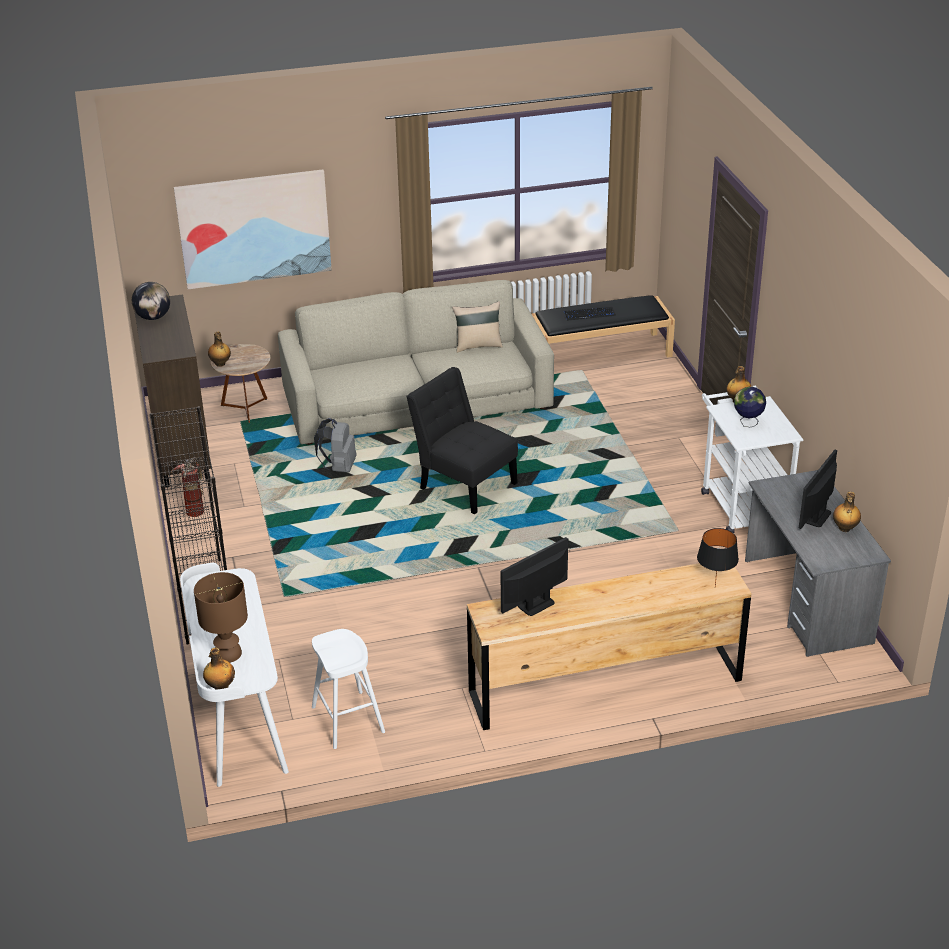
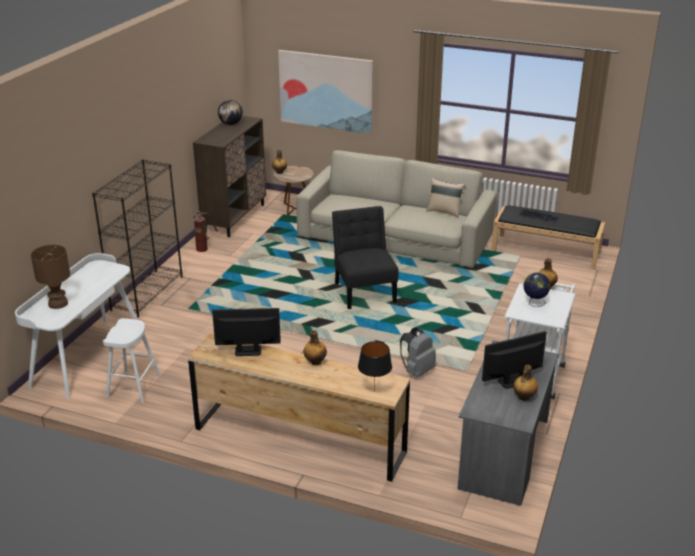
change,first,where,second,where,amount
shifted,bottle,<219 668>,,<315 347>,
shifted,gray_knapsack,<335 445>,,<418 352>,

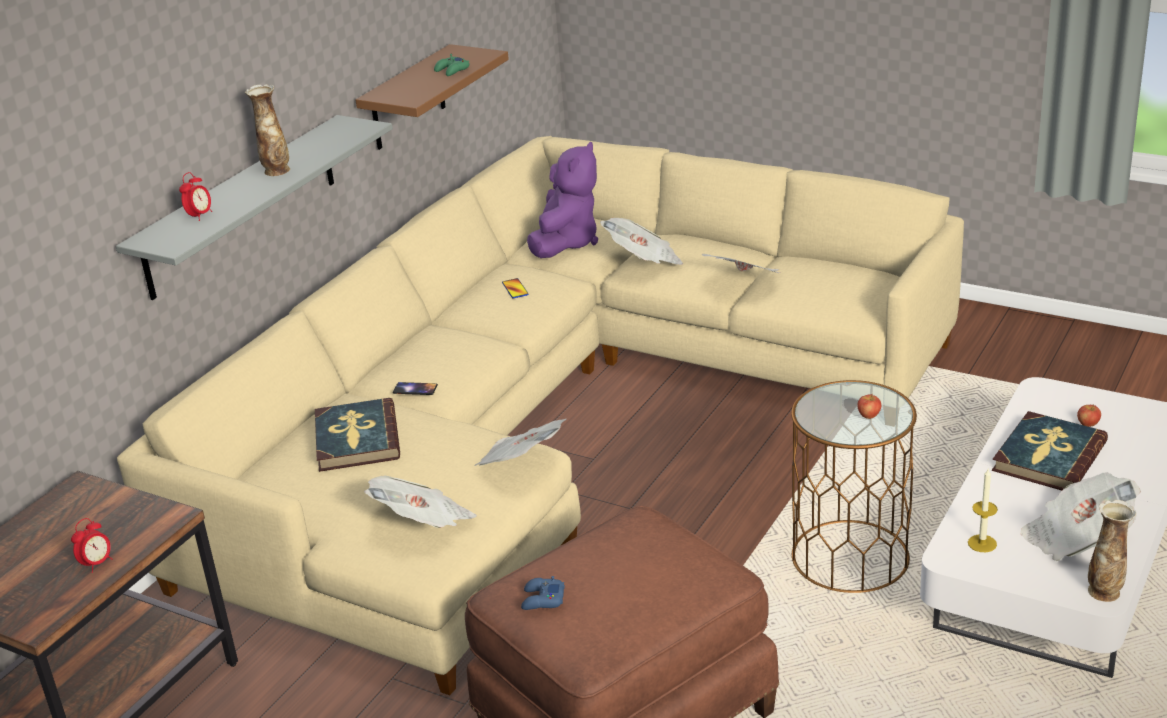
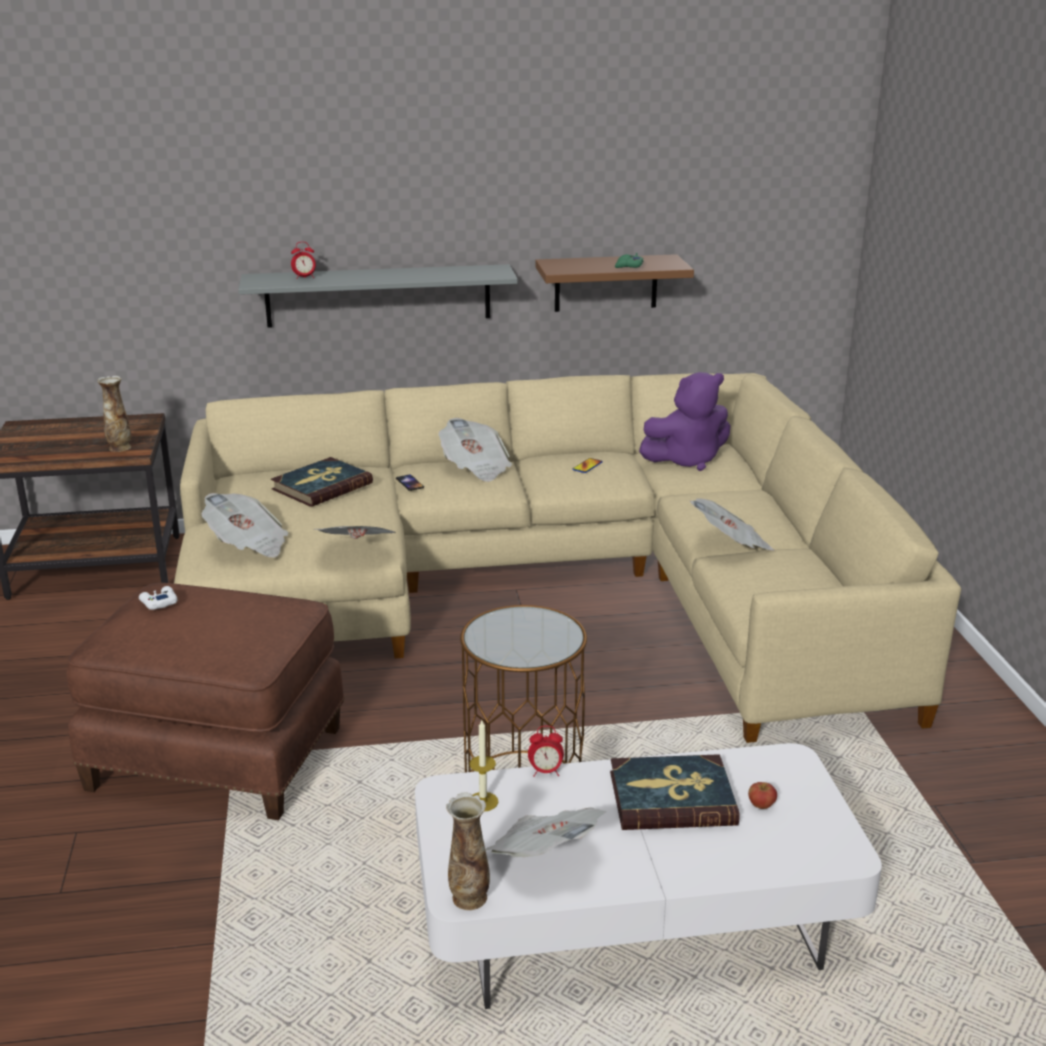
change,first,where,second,where,amount
shifted,table_clock,<91 545>,,<546 751>,
shifted,decorative_vase,<267 130>,,<114 414>,
repainted,bluish_joypad,<543 593>,whitish_joypad,<158 598>,
shifted,newspaper,<642 241>,,<475 450>,
gone,apple_fruit,<869 406>,,,

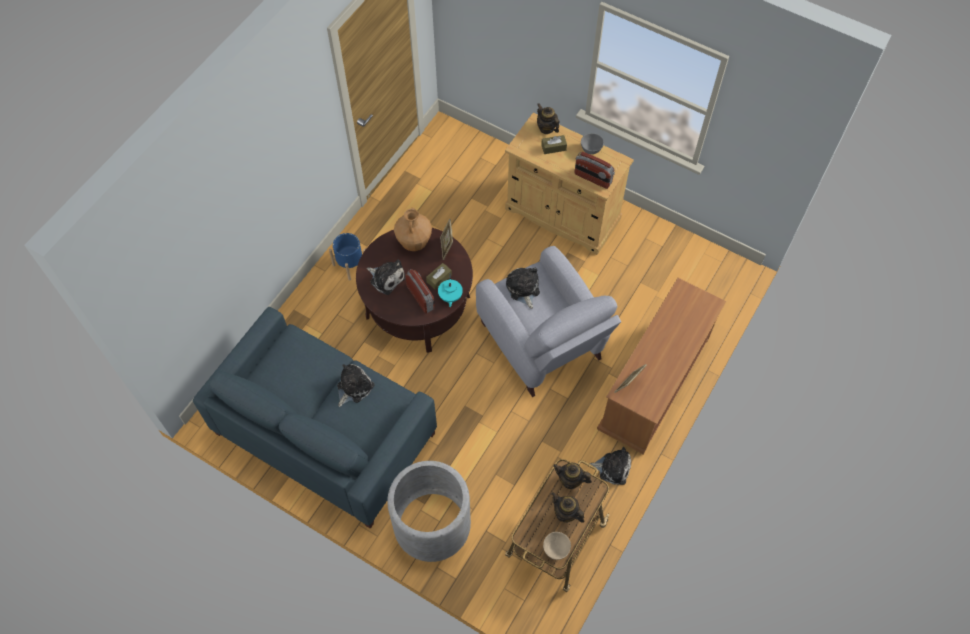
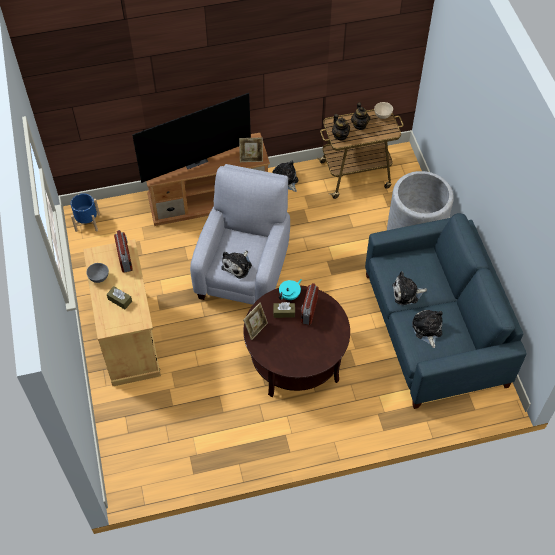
change,first,where,second,where,amount
shifted,bluish_planter,<347 257>,,<85 212>,
shifted,soft_toy,<386 277>,,<427 329>,
gone,brown-coloured_decorative_vase,<413 229>,,,
gone,tea_pot,<548 118>,,,
new,,,TV,<191 138>,

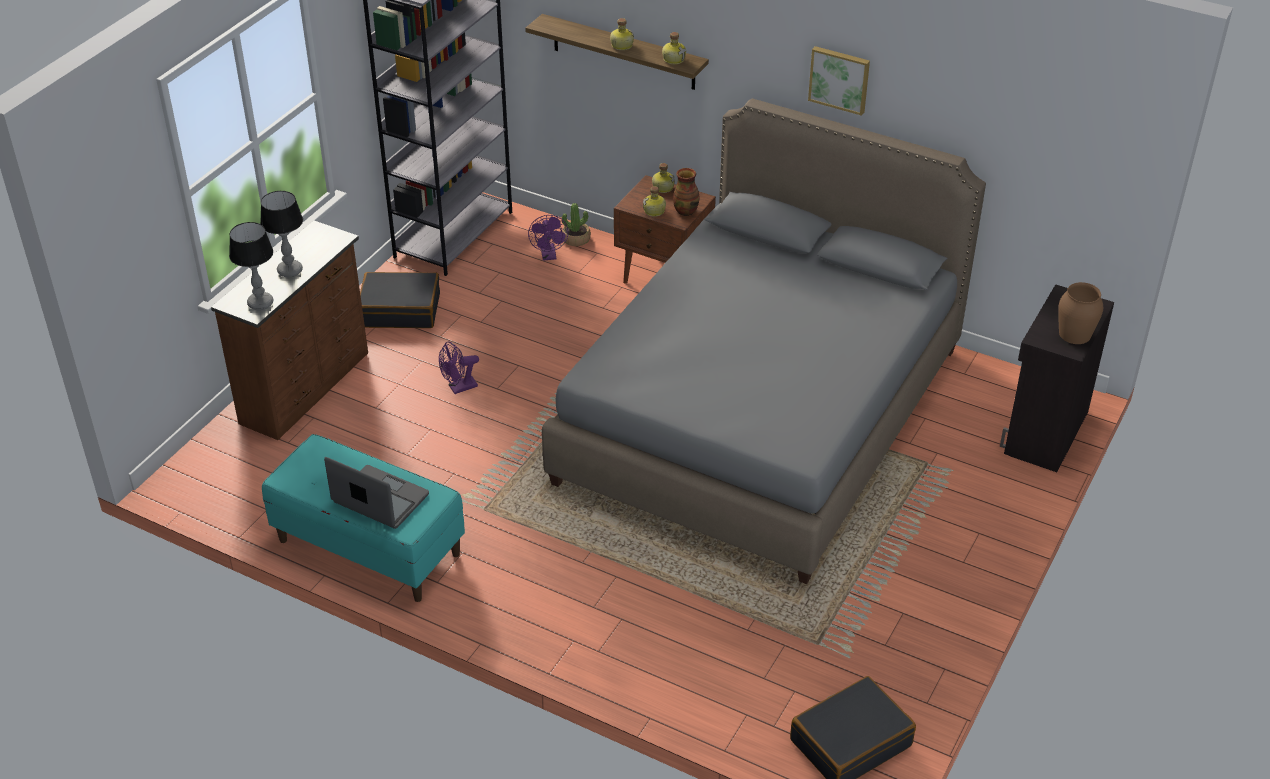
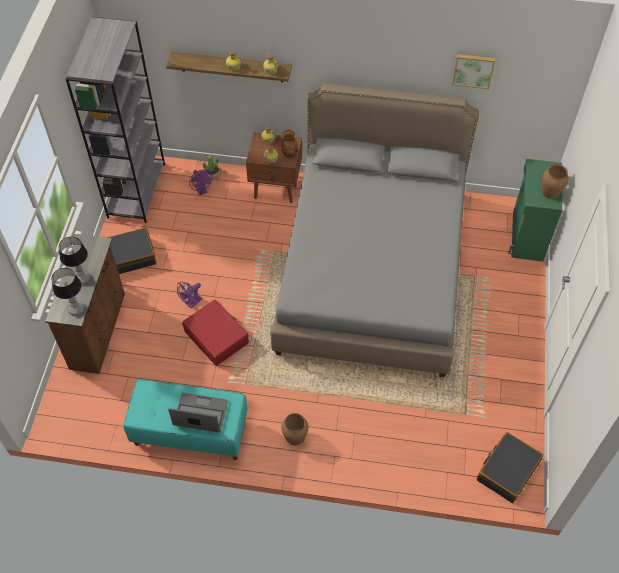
change,first,where,second,where,amount
shifted,wall_picture,<839 81>,,<473 71>,
repainted,blackish_storage_cabinet,<1057 378>,greenish_storage_cabinet,<535 210>,
new,,,red-coloured_piece_of_luggage,<215 333>,
new,,,brown-coloured_decorative_vase,<295 429>,

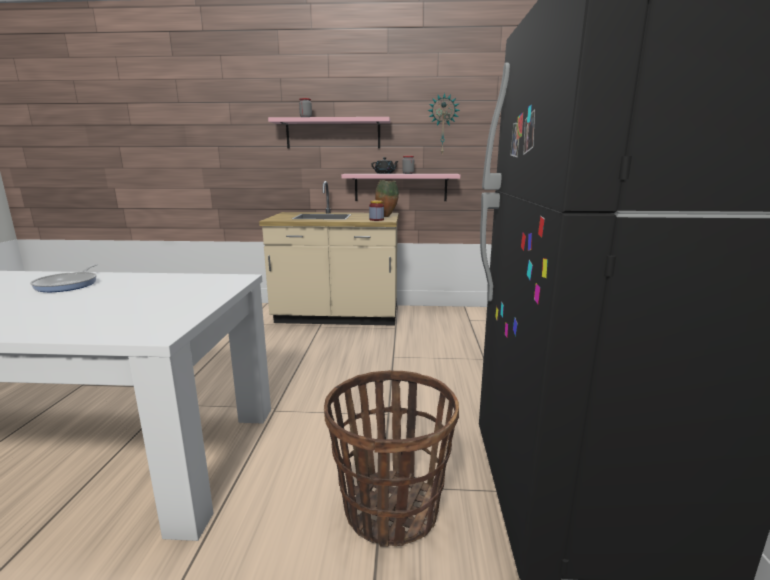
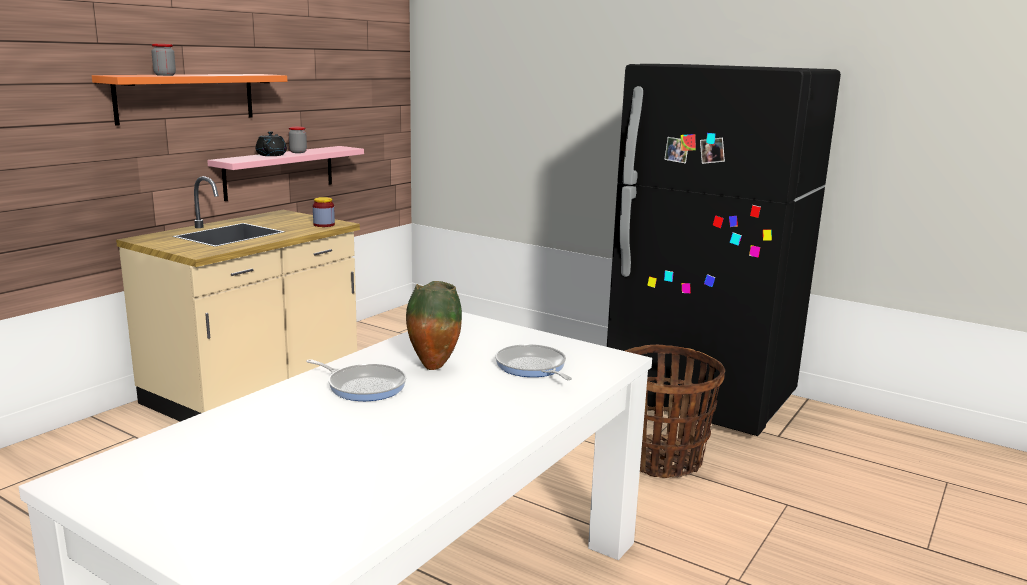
change,first,where,second,where,amount
repainted,pinkish_wall_shelf,<329 133>,orange_wall_shelf,<189 100>,
shifted,decorative_vase,<387 198>,,<434 325>,
gone,clock_on_the_wall,<443 123>,,,
new,,,skillet,<533 362>,

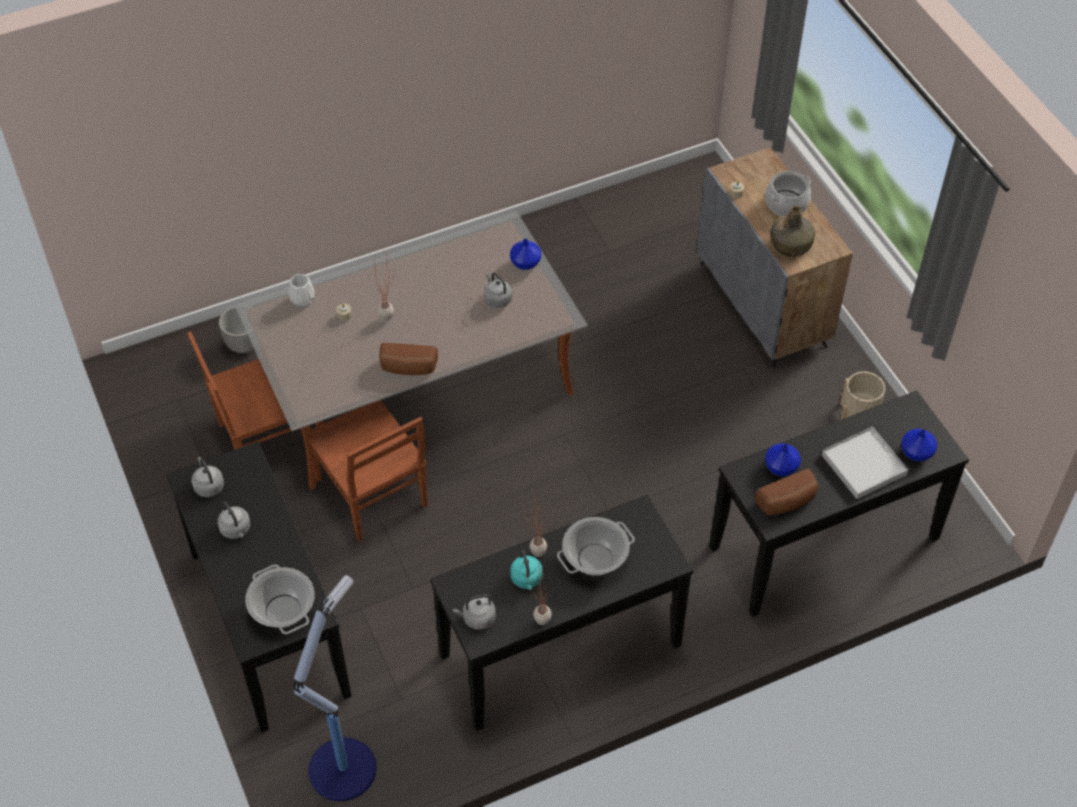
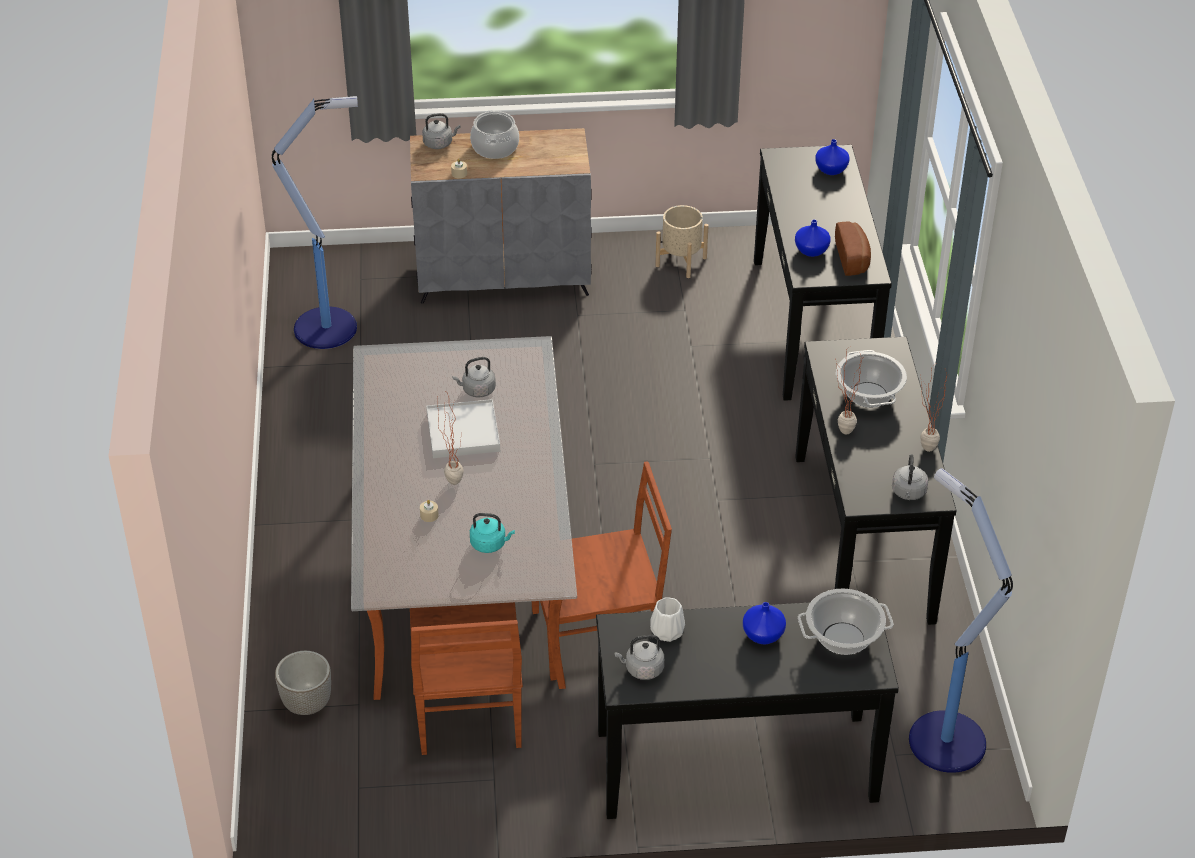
change,first,where,second,where,amount
shifted,gray_tea_kettle,<234 520>,,<441 131>,
shifted,whitish_decorative_vase,<302 290>,,<667 619>,
gone,baked_bread,<408 359>,,,
shifted,bluish_decorative_vase,<525 254>,,<764 623>,
shifted,turquoise-coloured_tea_kettle,<526 570>,,<492 533>,
gone,greenish_bottle,<792 231>,,,
shifted,whitish_tray,<865 463>,,<463 428>,
new,,,standard_lamp,<315 222>,

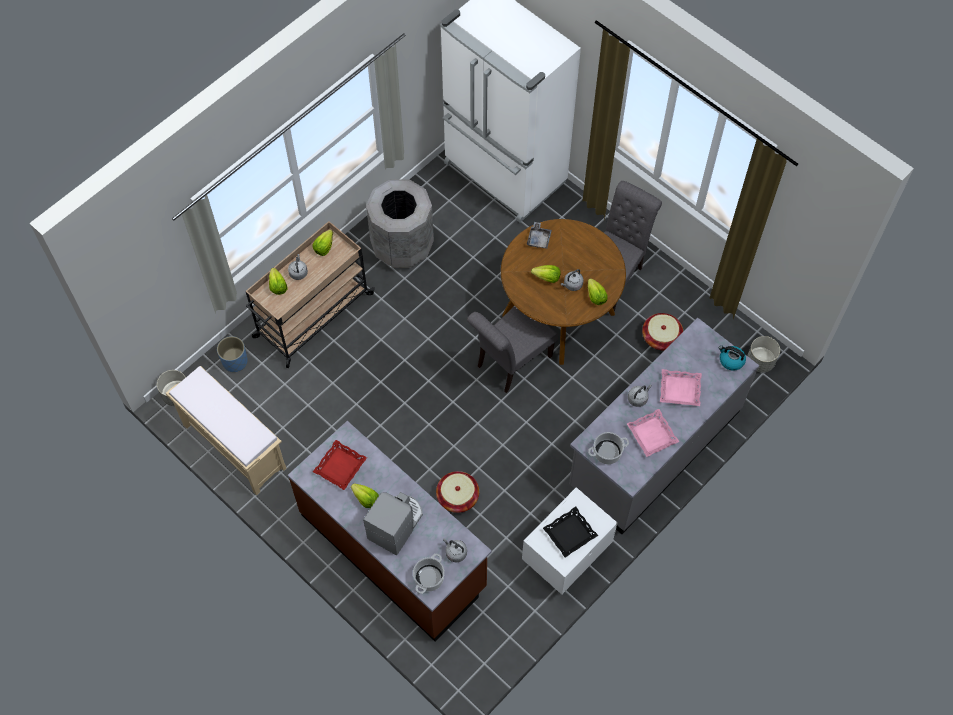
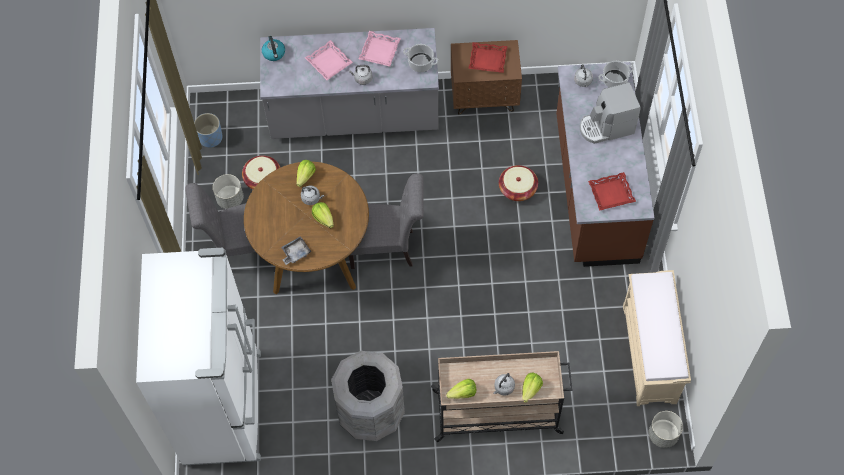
change,first,where,second,where,amount
shifted,bluish_planter,<232 354>,,<208 130>,
gone,head_of_lettuce,<365 495>,,,
repainted,whitish_nightstand,<569 540>,brown-coloured_nightstand,<486 77>,
repainted,blackish_tray,<570 532>,red-coloured_tray,<488 57>,
shifted,gray_planter,<763 354>,,<228 191>,

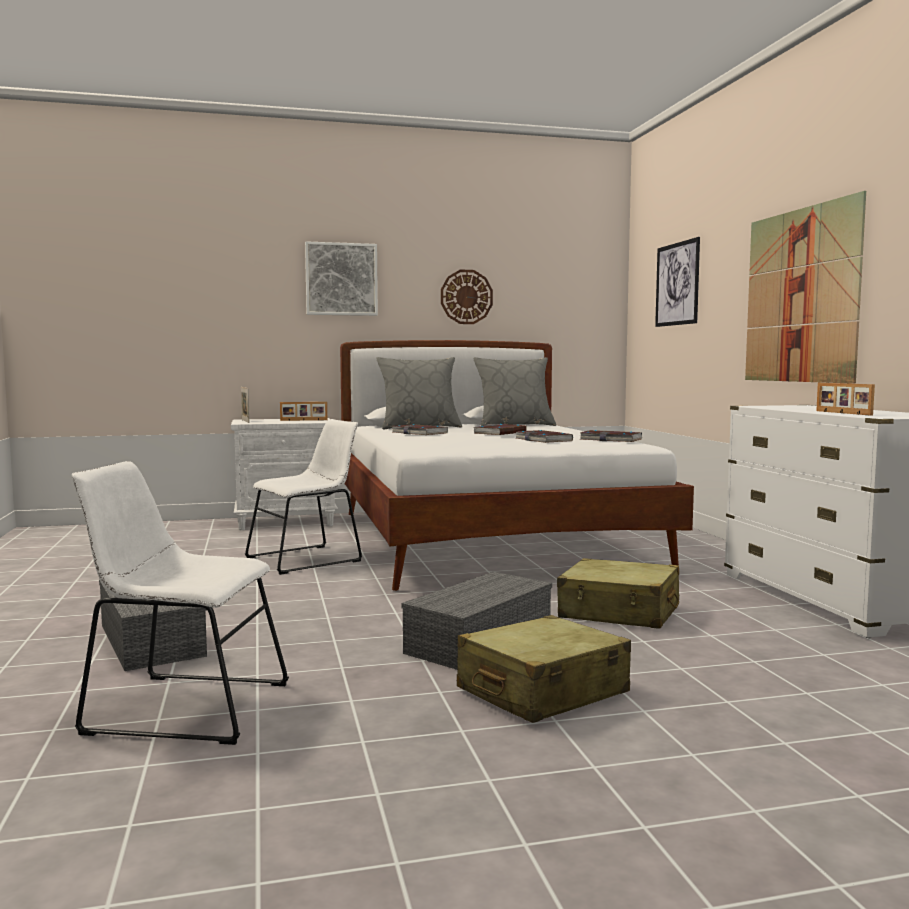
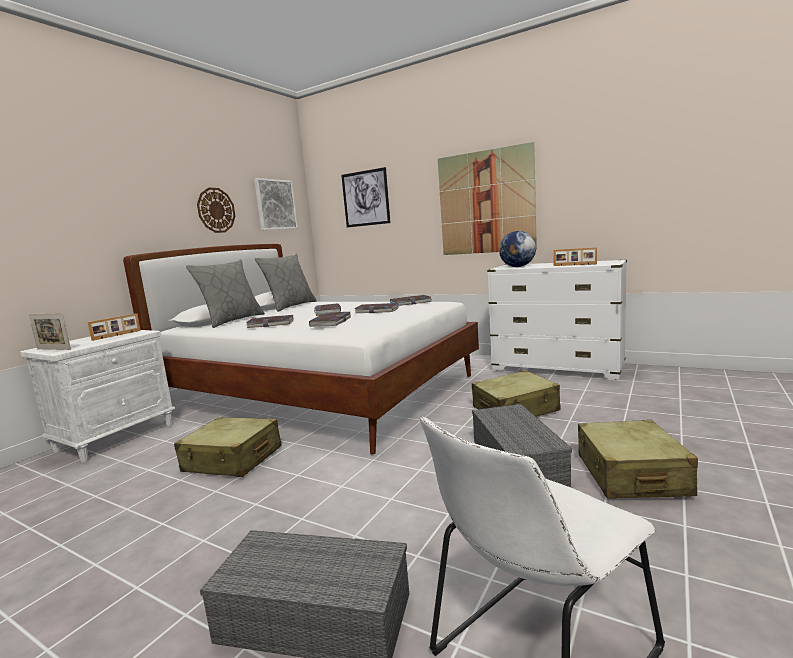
change,first,where,second,where,amount
swapped,whitish_plain_chair,<303 497>,beige-coloured_piece_of_luggage,<228 447>,
shifted,wall_picture,<341 278>,,<276 204>,
new,,,volume,<330 319>,
new,,,world_globe,<517 249>,

